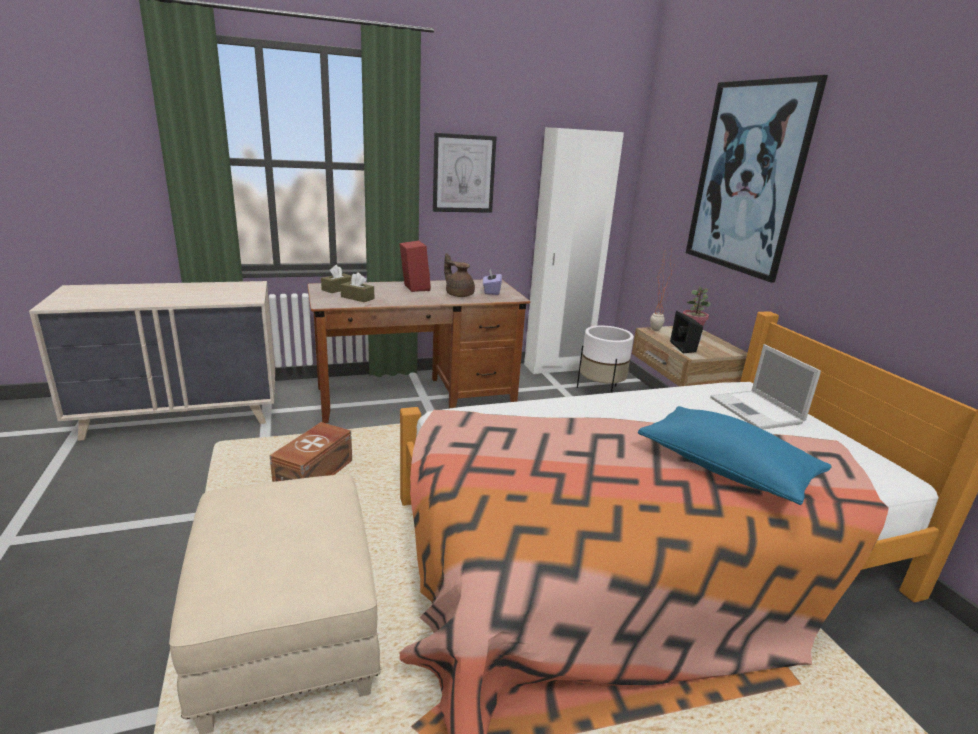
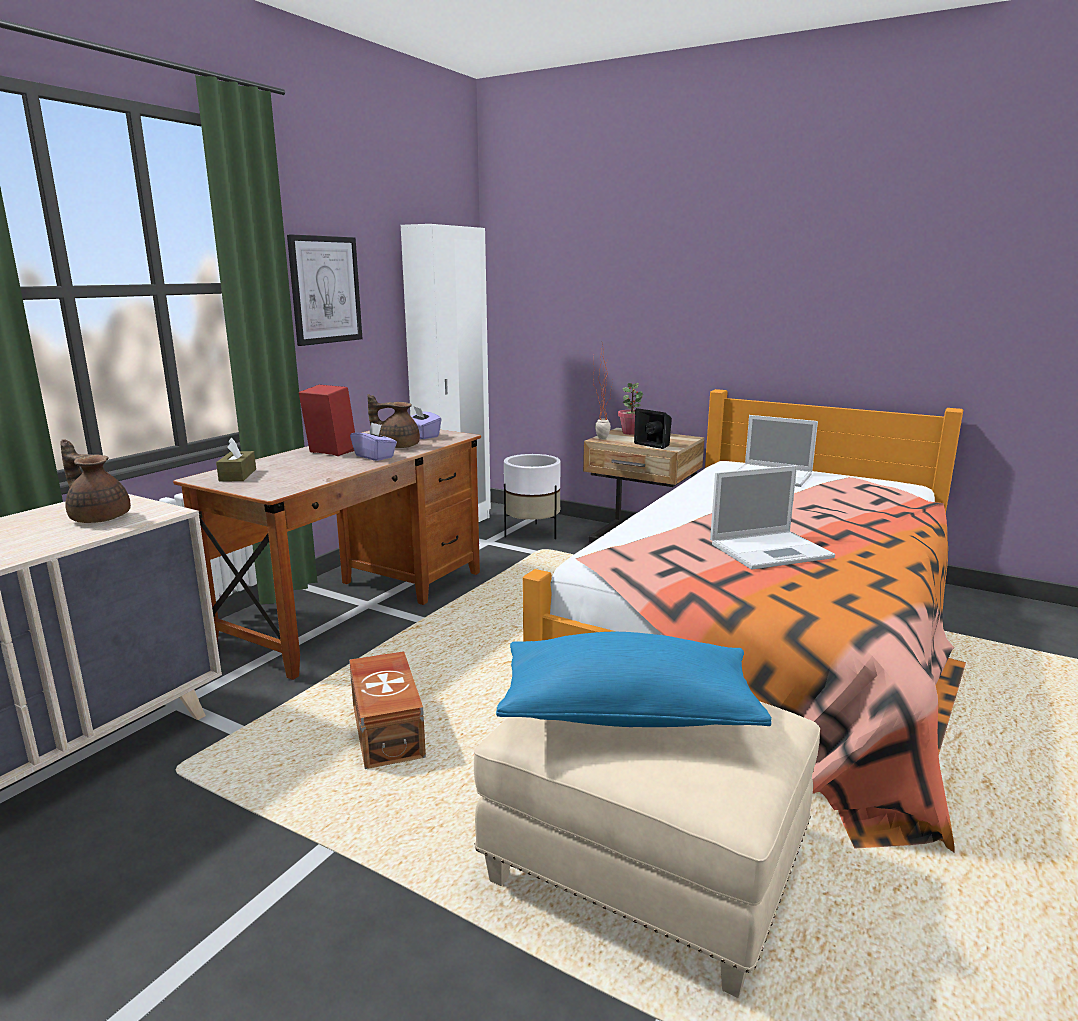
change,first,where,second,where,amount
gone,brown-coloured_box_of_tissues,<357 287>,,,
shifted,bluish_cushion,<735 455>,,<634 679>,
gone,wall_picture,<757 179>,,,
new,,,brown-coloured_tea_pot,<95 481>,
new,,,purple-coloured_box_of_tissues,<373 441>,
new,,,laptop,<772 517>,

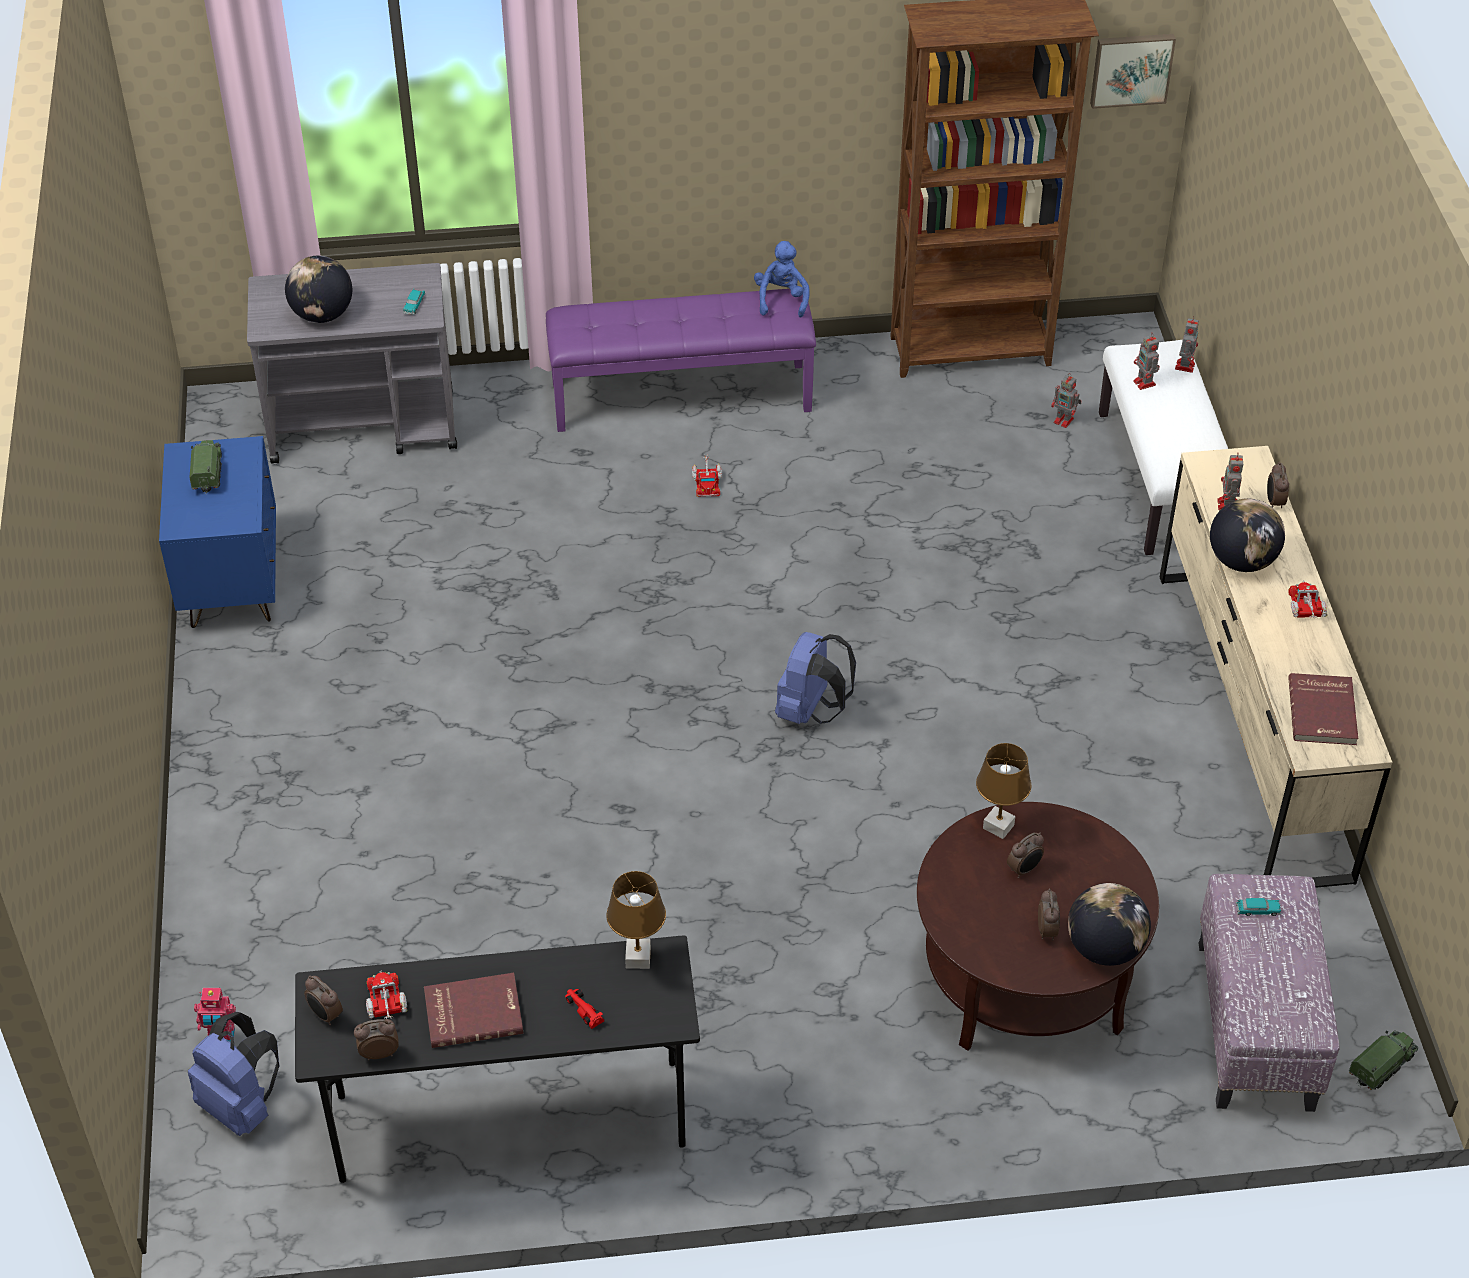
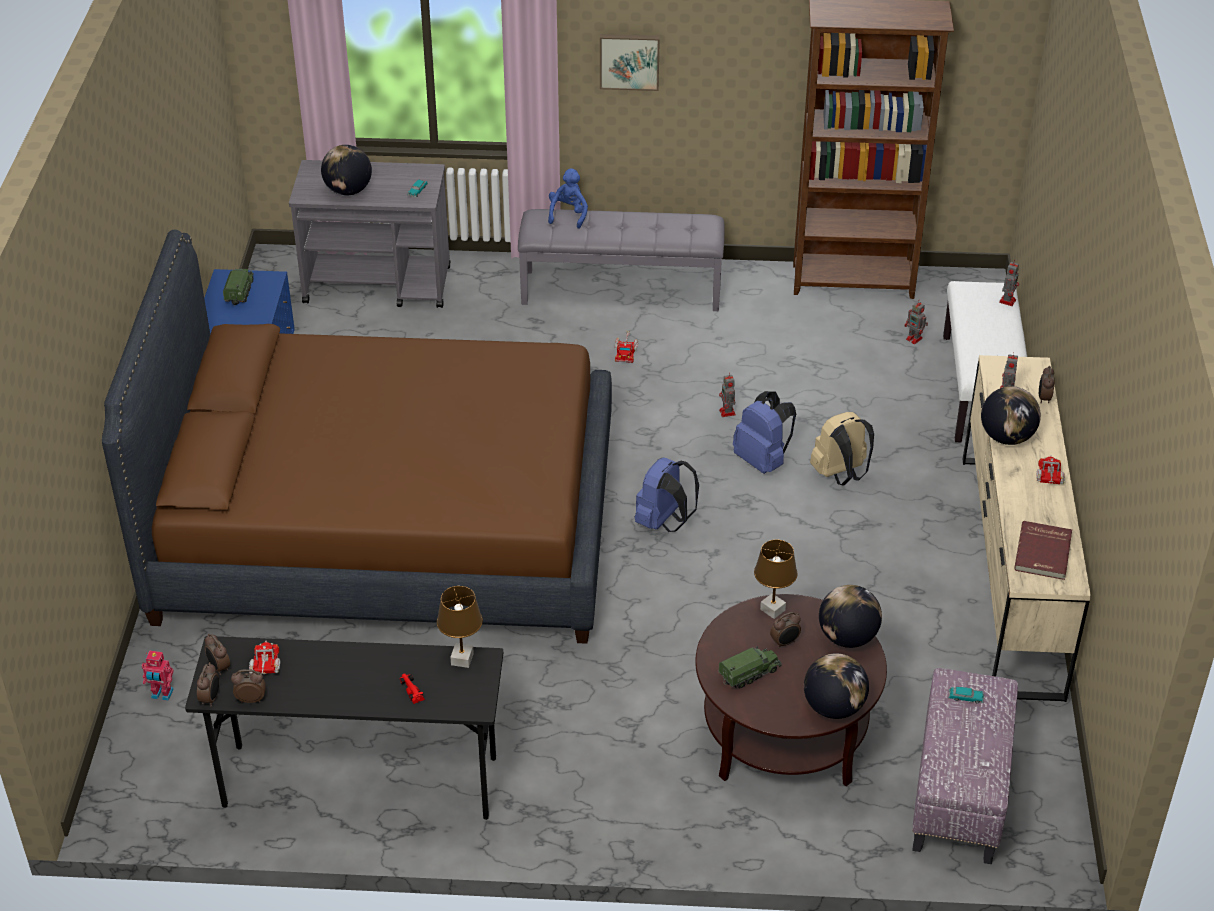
change,first,where,second,where,amount
shifted,bluish_knapsack,<234 1074>,,<764 432>,
gone,red-coloured_volume,<473 1010>,,,
repainted,purple-coloured_bench,<681 360>,gray_bench,<621 260>,
shifted,bluish_soft_toy,<782 279>,,<568 199>,
shifted,table_clock,<1049 914>,,<208 684>,
shifted,wall_picture,<1133 71>,,<630 62>,
shifted,toy_robot,<1146 361>,,<727 395>,
shifted,toy_truck,<1383 1060>,,<750 667>,
new,,,brown-coloured_bed,<357 437>,
new,,,beige-coloured_knapsack,<842 449>,
new,,,world_globe,<850 616>,

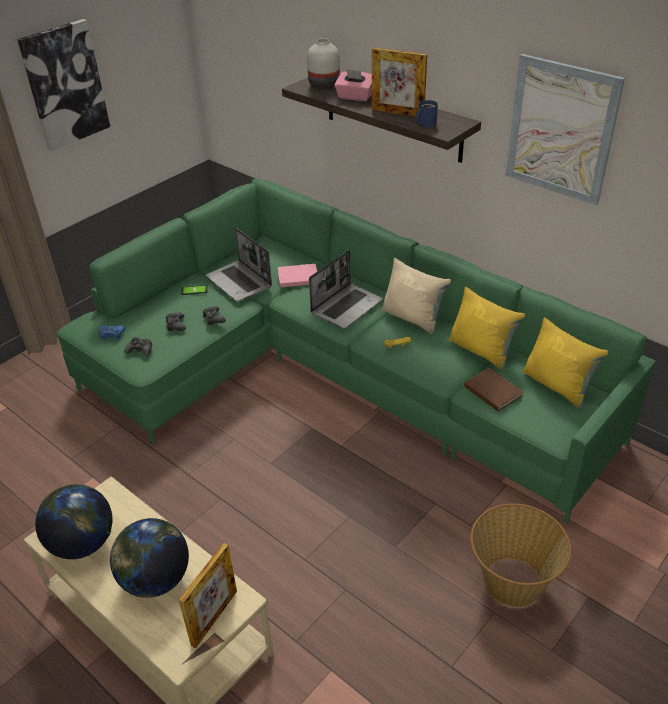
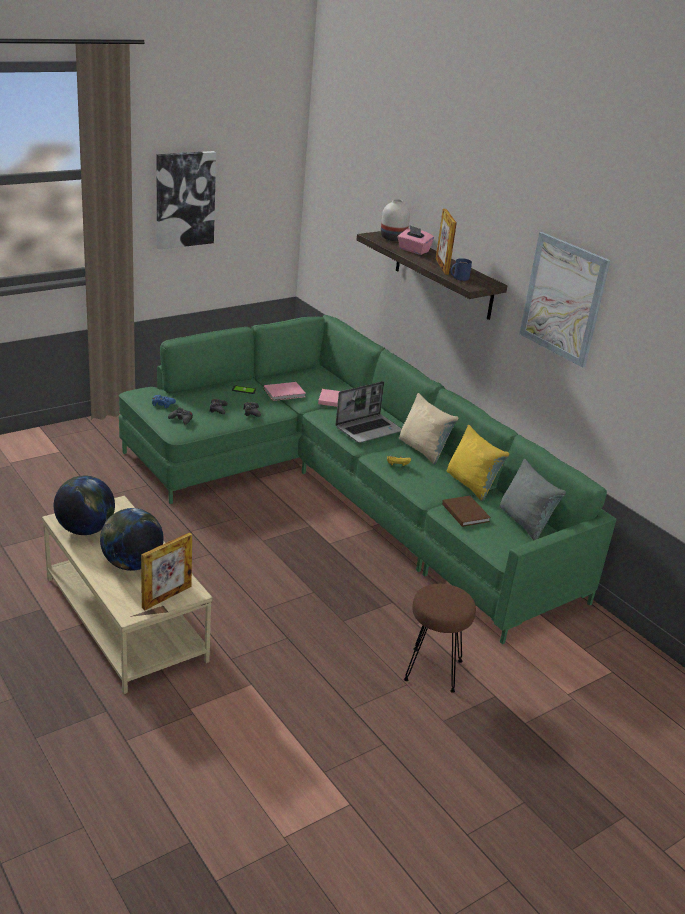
change,first,where,second,where,amount
swapped,laptop,<239 264>,pinkish_volume,<285 391>,
rotated,standing_frame,<399 82>,,<446 242>,45 degrees clockwise
swapped,basket,<521 555>,brown-coloured_stool_seat,<440 638>,
repainted,yellow_cushion,<565 362>,gray_cushion,<532 499>,

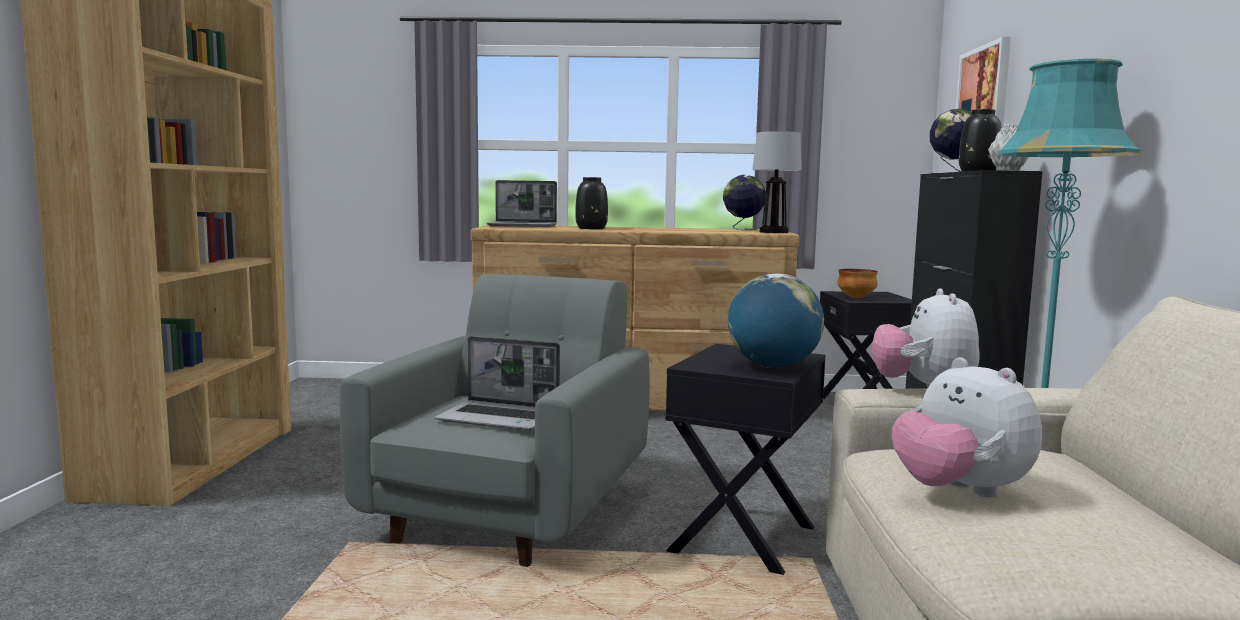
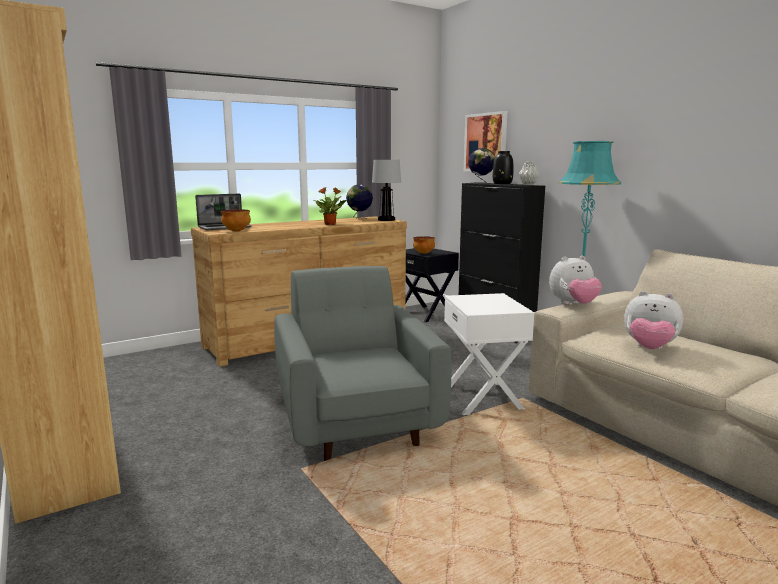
change,first,where,second,where,amount
gone,laptop,<497 383>,,,
gone,blackish_decorative_vase,<592 203>,,,
repainted,blackish_end_table,<746 459>,whitish_end_table,<489 354>,
gone,world_globe,<776 320>,,,
rotated,soft_toy,<925 337>,,<575 280>,75 degrees counterclockwise
new,,,deep_dish,<236 221>,
new,,,houseplant,<330 206>,

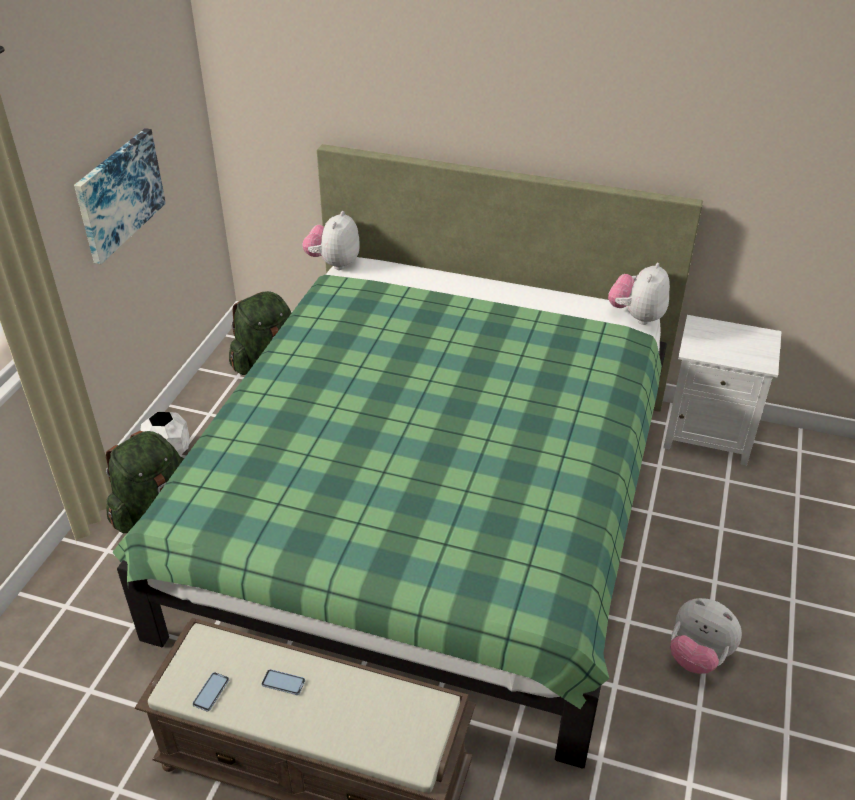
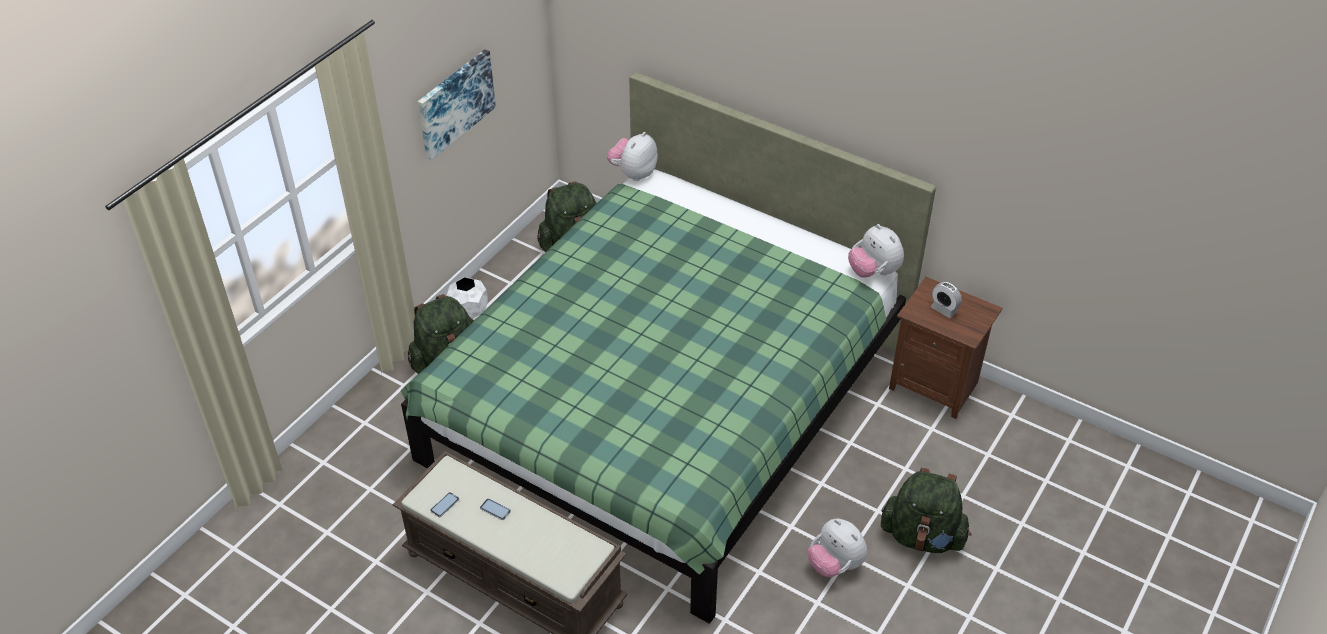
change,first,where,second,where,amount
rotated,soft_toy,<639 294>,,<876 251>,75 degrees counterclockwise
repainted,whitish_nightstand,<722 390>,brown-coloured_nightstand,<945 348>,
new,,,greenish_knapsack,<926 510>,
new,,,table_clock,<946 300>,

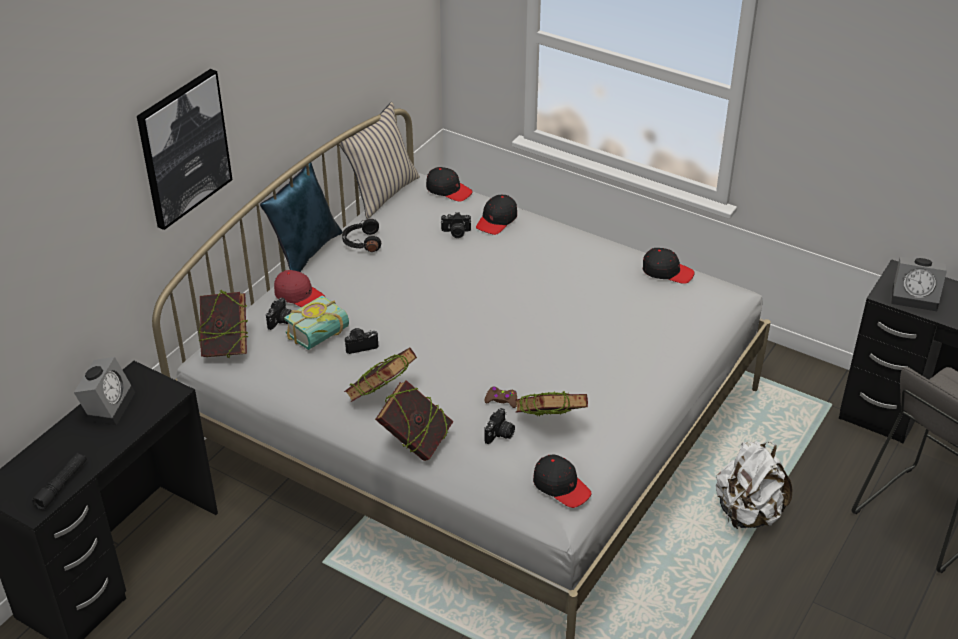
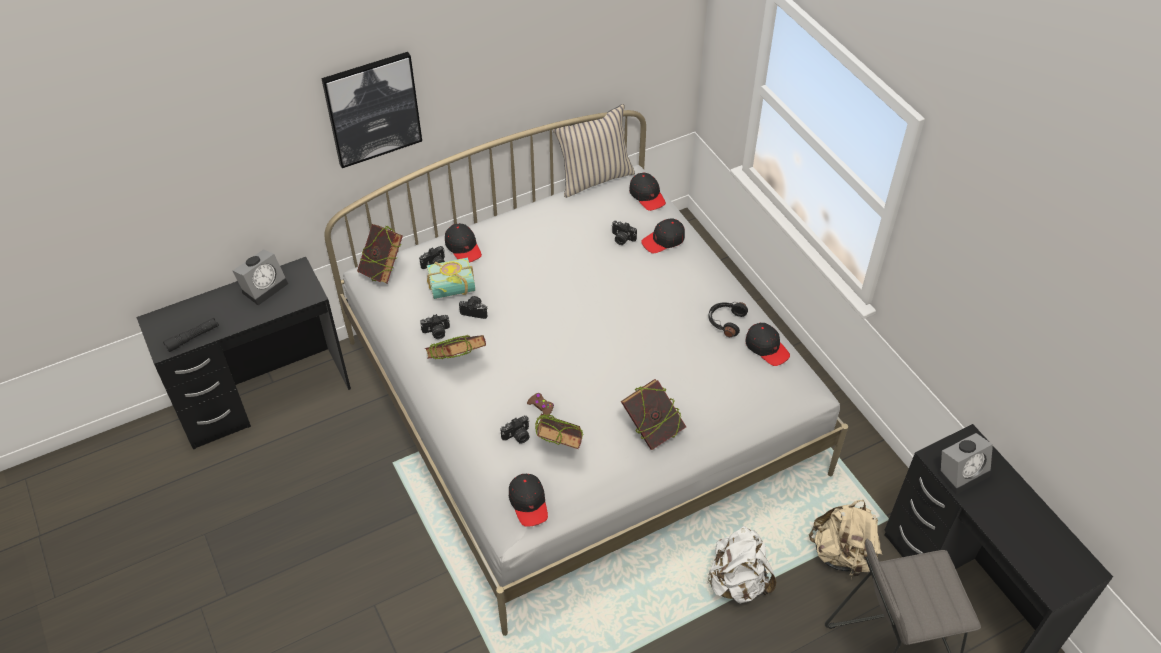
change,first,where,second,where,amount
gone,bluish_cushion,<301 217>,,,
repainted,red-coloured_baseball_cap,<299 288>,blackish_baseball_cap,<463 243>,
shifted,blackish_headphones,<361 235>,,<728 319>,
shifted,volume,<414 420>,,<653 414>,
rotated,table_clock,<919 284>,,<965 464>,75 degrees counterclockwise
new,,,still_camera,<435 326>,
new,,,beige-coloured_knapsack,<845 539>,

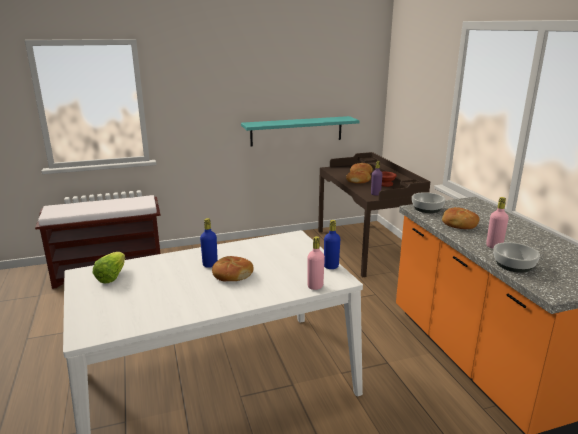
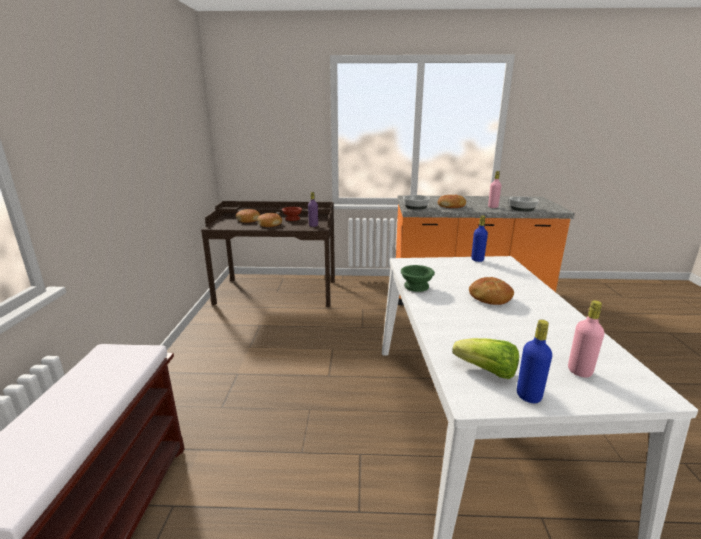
change,first,where,second,where,amount
shifted,bluish_bottle,<209 243>,,<534 361>,
gone,turquoise-coloured_wall_shelf,<300 131>,,,
shifted,pinkish_bottle,<316 263>,,<586 339>,
new,,,greenish_deep_dish,<418 278>,

